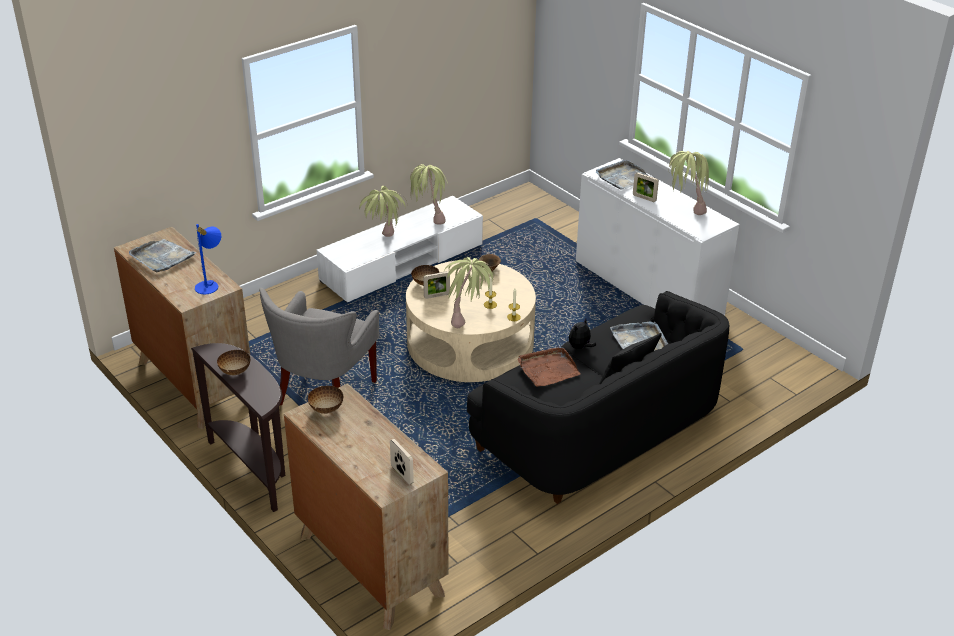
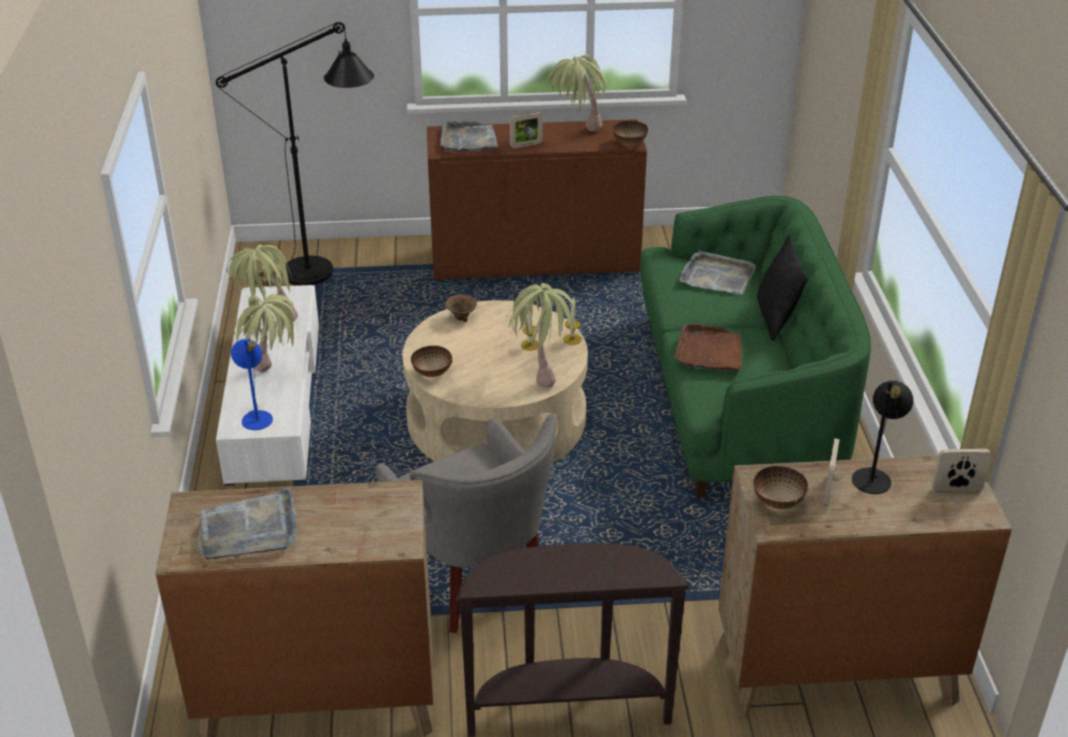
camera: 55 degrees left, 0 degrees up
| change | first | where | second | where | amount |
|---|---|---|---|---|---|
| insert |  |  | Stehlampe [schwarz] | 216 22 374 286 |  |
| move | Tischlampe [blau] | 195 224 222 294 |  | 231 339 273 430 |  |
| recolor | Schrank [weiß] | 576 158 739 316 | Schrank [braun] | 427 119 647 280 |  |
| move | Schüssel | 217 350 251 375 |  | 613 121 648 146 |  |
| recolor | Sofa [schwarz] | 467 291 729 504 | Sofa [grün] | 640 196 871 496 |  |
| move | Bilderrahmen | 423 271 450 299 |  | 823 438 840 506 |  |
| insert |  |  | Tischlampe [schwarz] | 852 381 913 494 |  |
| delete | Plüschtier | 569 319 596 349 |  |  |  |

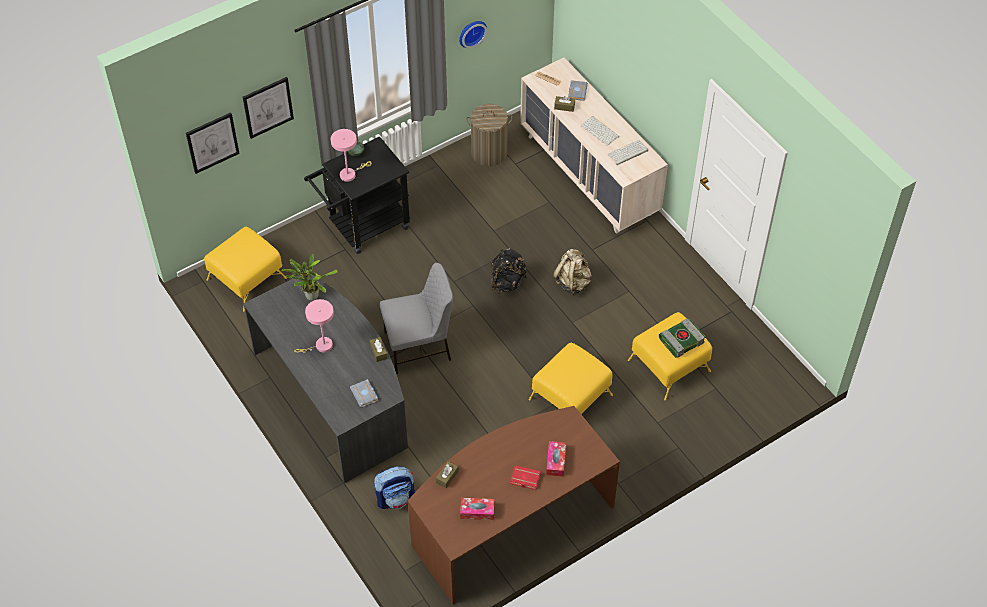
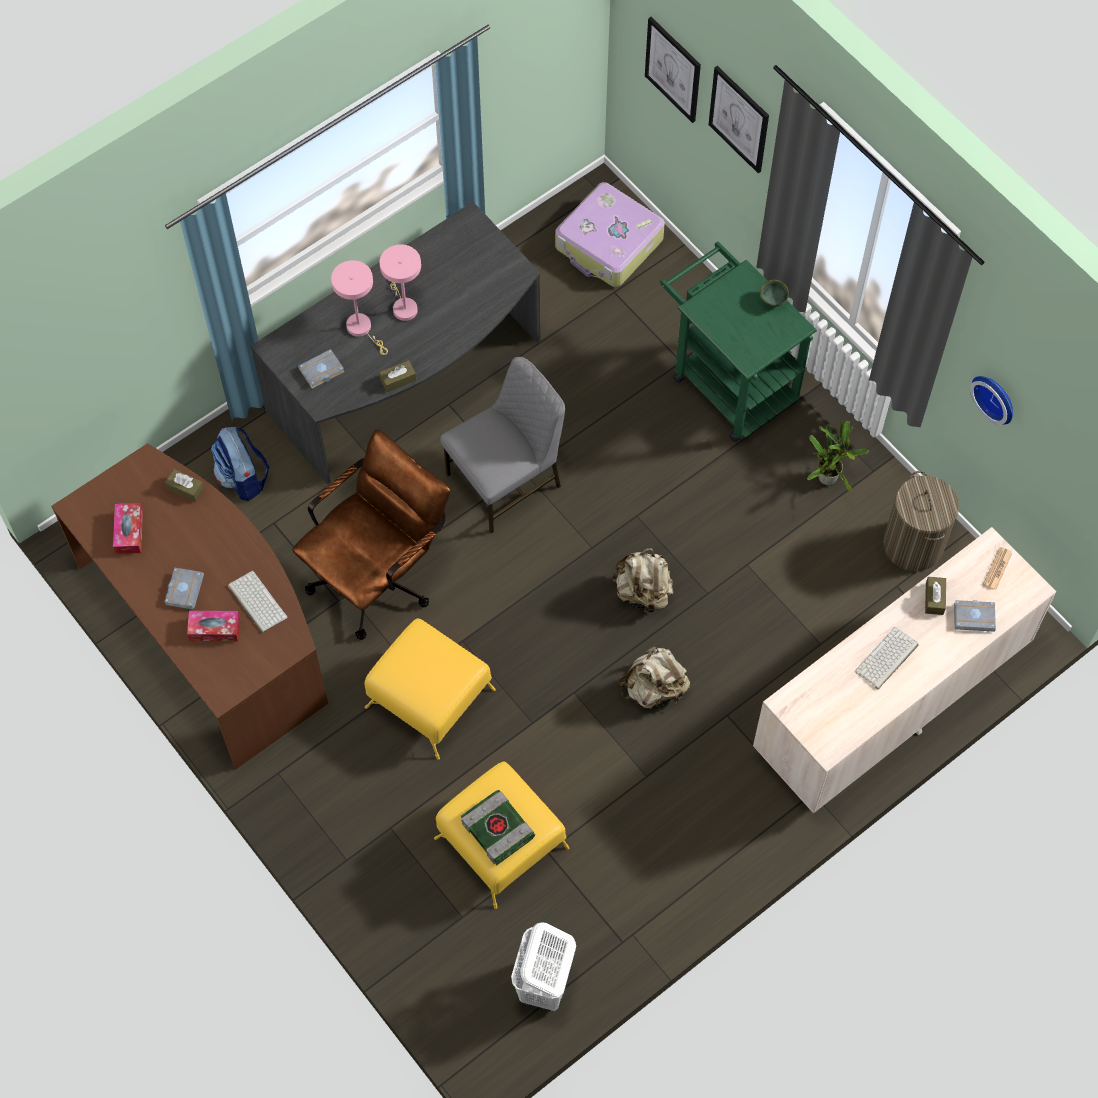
camera: 85 degrees right, 10 degrees up
| change | first | where | second | where | amount |
|---|---|---|---|---|---|
| recolor | Buch [rot] | 510 465 541 490 | Buch [grau] | 165 568 204 610 |  |
| move | Tastatur | 607 140 648 165 |  | 228 571 287 633 |  |
| insert |  |  | Bürostuhl [braun] | 292 429 450 640 |  |
| move | Tischlampe [rosa] | 331 129 372 182 |  | 331 260 388 355 |  |
| rotate | Stuhl [grau] | 380 263 453 374 |  | 440 357 565 533 | 105 degrees counterclockwise |
| insert |  |  | Wäschekorb [weiß] | 511 922 576 1011 |  |
| replace | Polsterhocker [gelb] | 204 226 287 311 | Koffer | 555 182 665 287 |  |
| recolor | Rucksack [schwarz] | 492 249 526 294 | Rucksack [beige] | 612 548 673 612 |  |
| recolor | Rollwagen [schwarz] | 304 136 410 254 | Rollwagen [grün] | 660 242 817 442 |  |
| move | Topfpflanze | 281 254 338 301 |  | 807 420 869 491 |  |

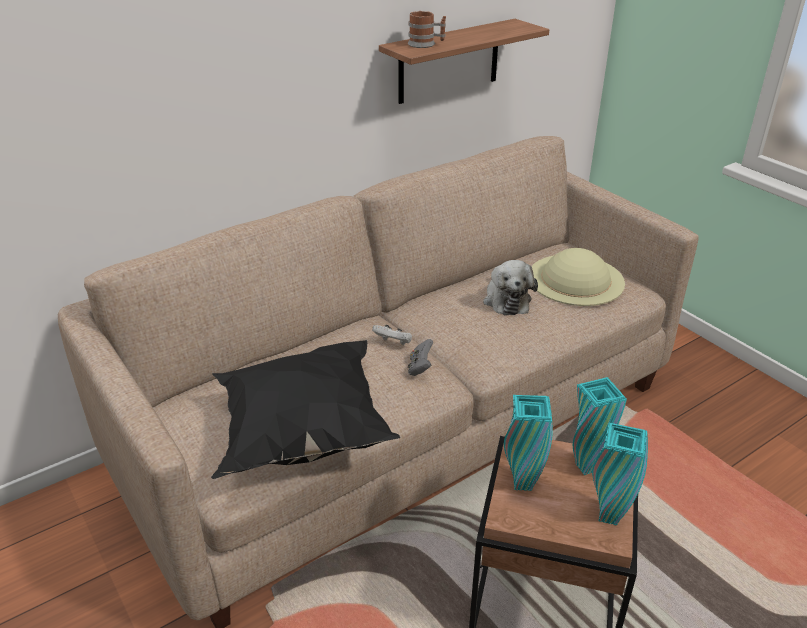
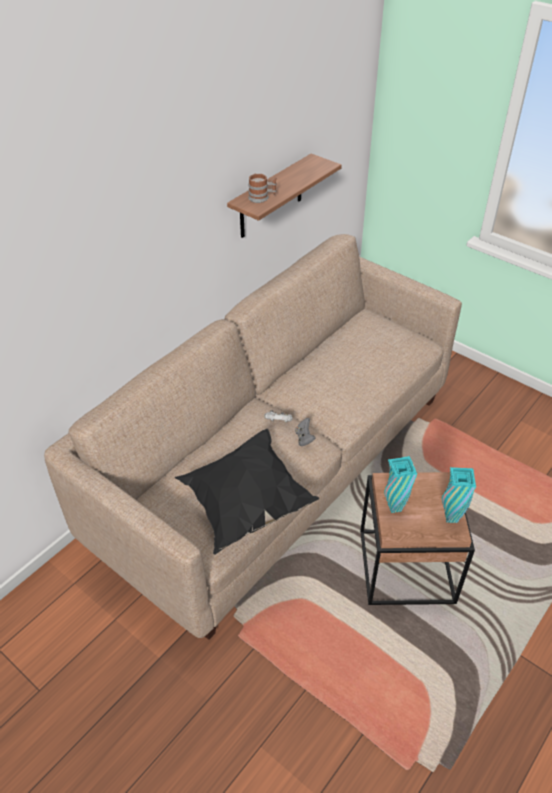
camera: 15 degrees left, 10 degrees up
| change | first | where | second | where | amount |
|---|---|---|---|---|---|
| delete | Plüschtier | 483 260 538 316 |  |  |  |
| delete | Hut [beige] | 531 248 625 306 |  |  |  |
| delete | Vase [türkis] | 573 377 627 475 |  |  |  |

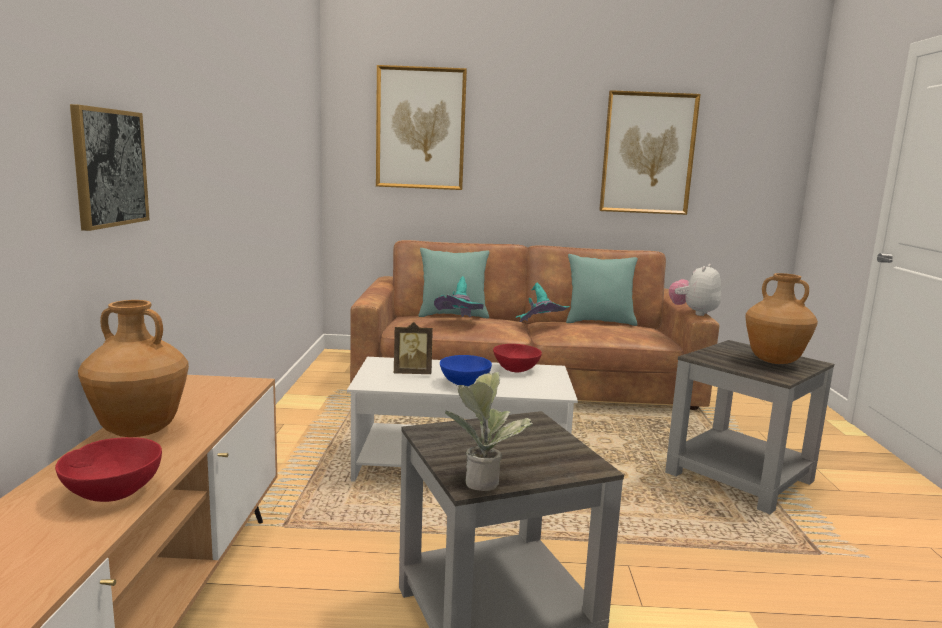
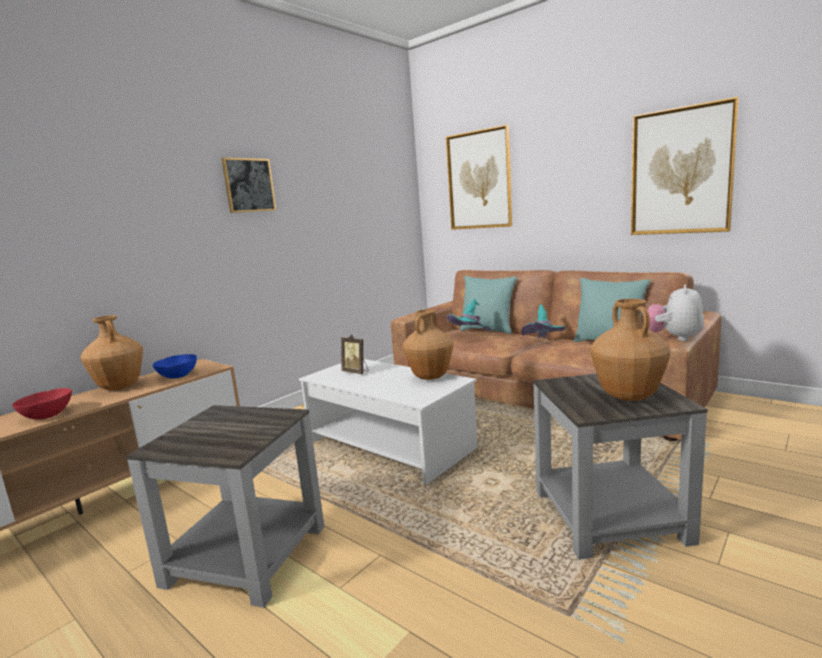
camera: 40 degrees right, 0 degrees up
| change | first | where | second | where | amount |
|---|---|---|---|---|---|
| move | Schüssel [blau] | 440 355 492 386 |  | 153 354 197 379 |  |
| move | Bild | 70 104 150 231 |  | 222 158 276 213 |  |
| replace | Schüssel [rot] | 493 344 542 372 | Vase [braun] | 403 309 454 380 |  |
| rotate | Plüschtier | 669 264 721 316 |  | 648 285 704 341 | 45 degrees counterclockwise |
| delete | Topfpflanze | 445 372 533 491 |  |  |  |

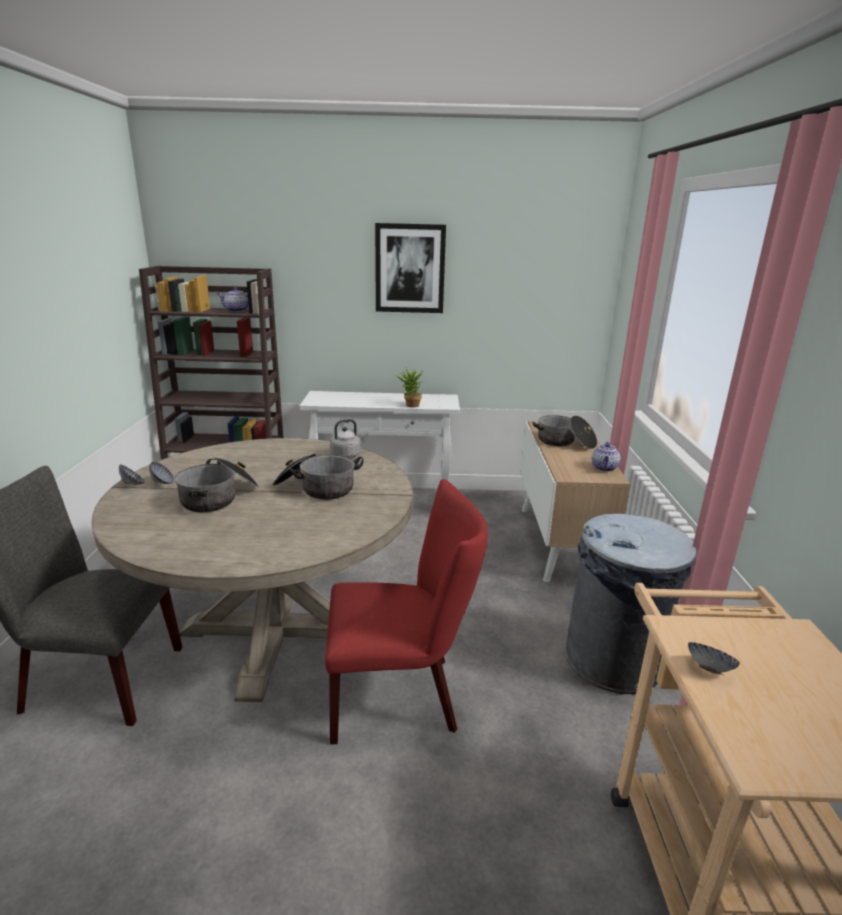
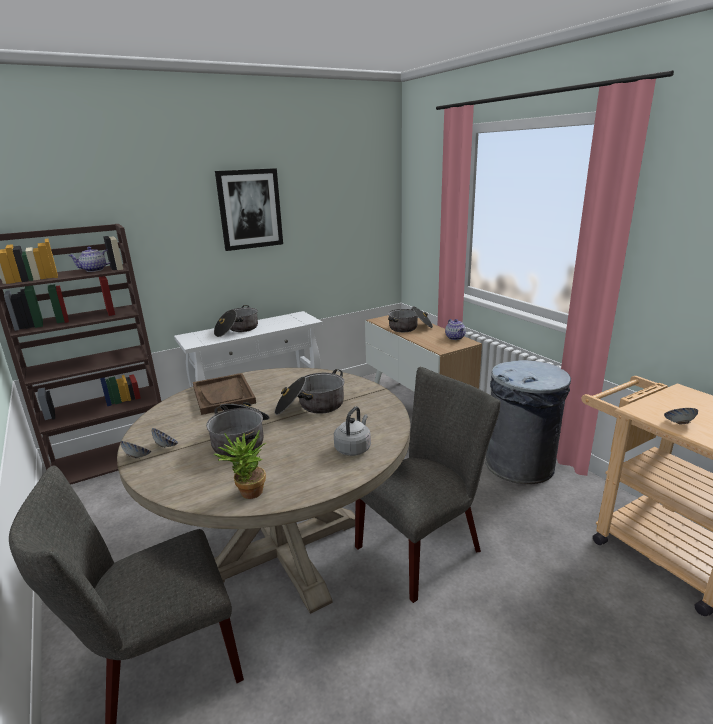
camera: 30 degrees left, 0 degrees up
| change | first | where | second | where | amount |
|---|---|---|---|---|---|
| insert |  |  | Tablett [braun] | 193 373 256 415 |  |
| insert |  |  | Kochtopf | 214 305 258 337 |  |
| move | Topfpflanze | 396 367 423 408 |  | 214 430 266 499 |  |
| move | Wasserkessel [grau] | 330 419 368 458 |  | 334 406 371 456 |  |
| recolor | Stuhl [rot] | 325 479 488 745 | Stuhl [grau] | 355 367 501 603 |  |

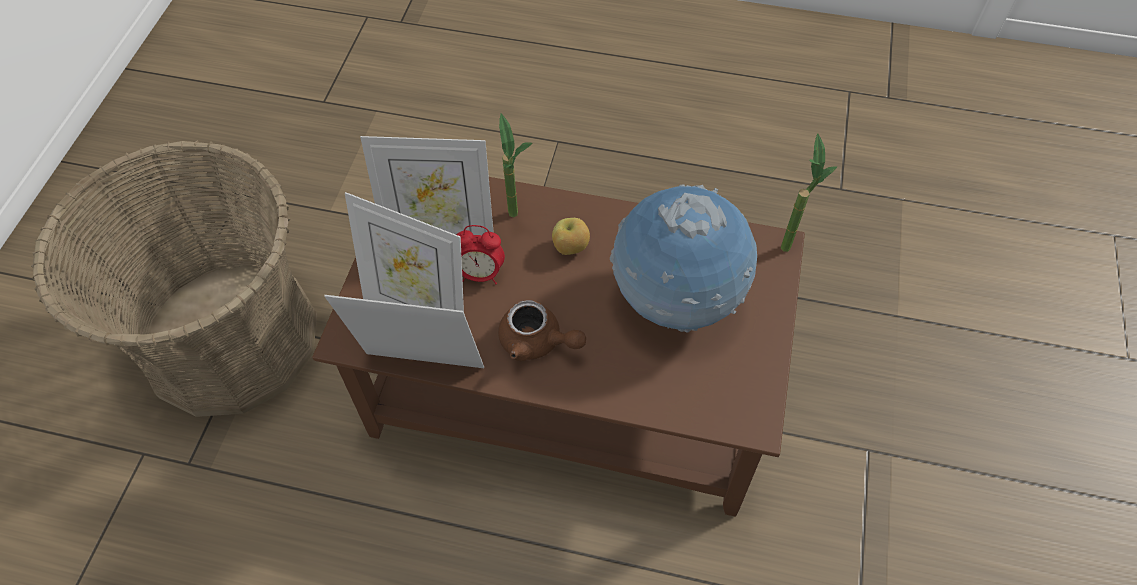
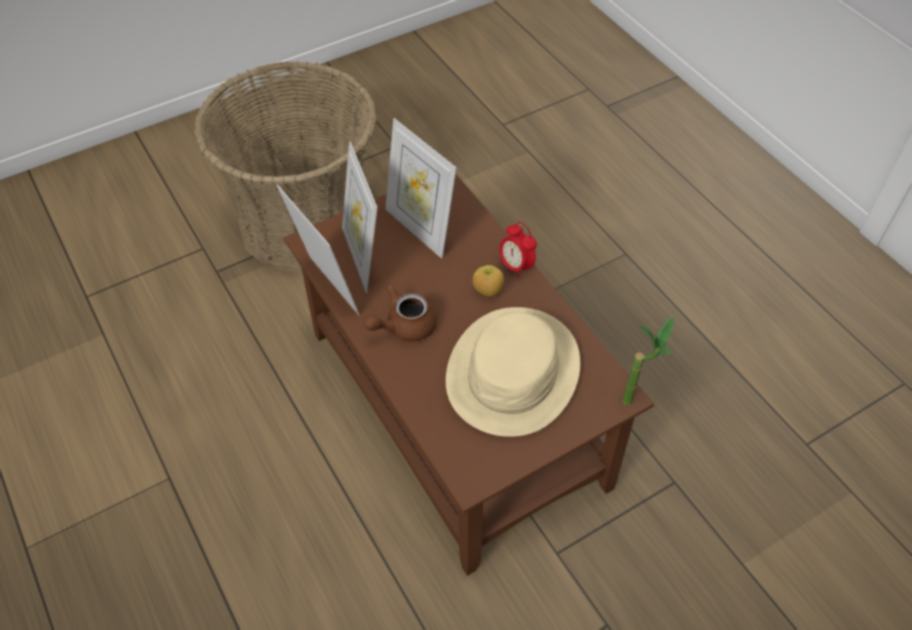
camera: 45 degrees right, 5 degrees down
| change | first | where | second | where | amount |
|---|---|---|---|---|---|
| rotate | Teekanne [braun] | 498 300 586 361 |  | 364 285 437 342 | 75 degrees clockwise |
| replace | Globus | 610 184 757 333 | Hut [beige] | 446 307 580 437 |  |
| move | Wecker | 456 225 505 285 |  | 499 222 537 279 |  |
| delete | Topfpflanze | 499 113 533 217 |  |  |  |

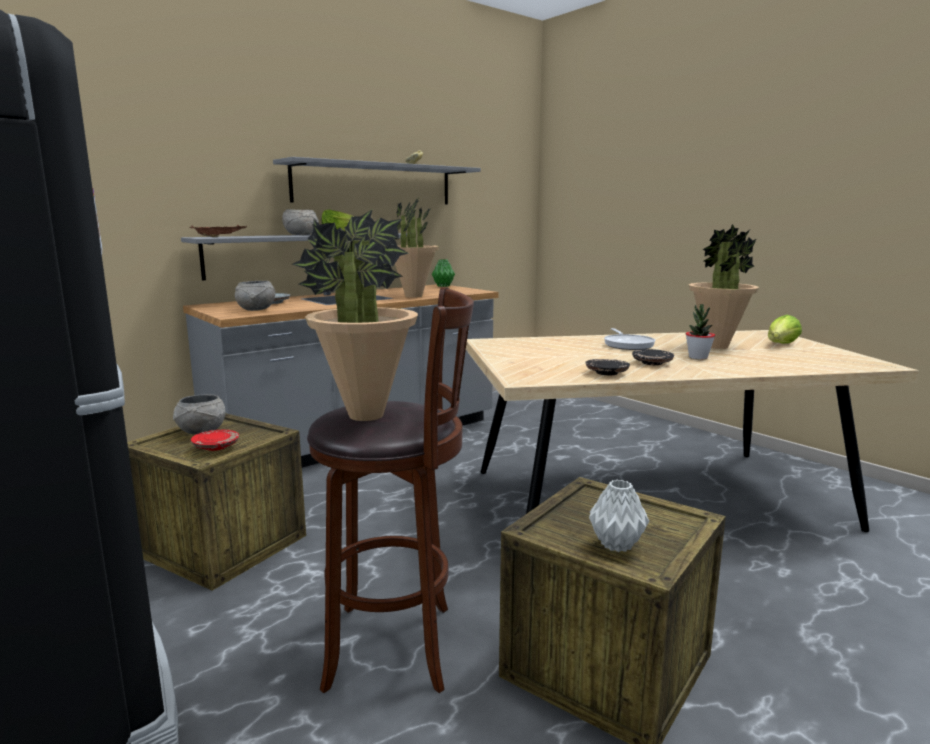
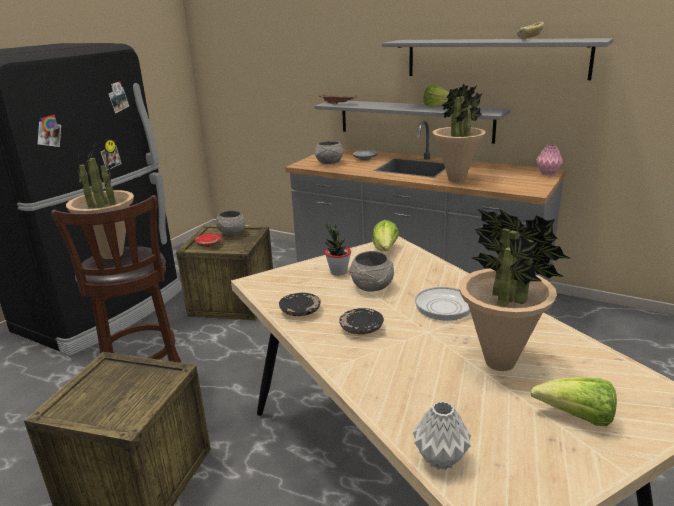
camera: 70 degrees right, 10 degrees up
| change | first | where | second | where | amount |
|---|---|---|---|---|---|
| move | Topfpflanze | 686 304 715 360 |  | 325 223 351 275 |  |
| move | Schüssel [grau] | 282 209 319 235 |  | 349 251 394 292 |  |
| insert |  |  | Salatkopf | 372 220 399 251 |  |
| move | Vase [grau] | 589 480 649 552 |  | 413 401 471 470 |  |
| recolor | Vase [grün] | 432 259 455 287 | Vase [rosa] | 536 144 563 175 |  |

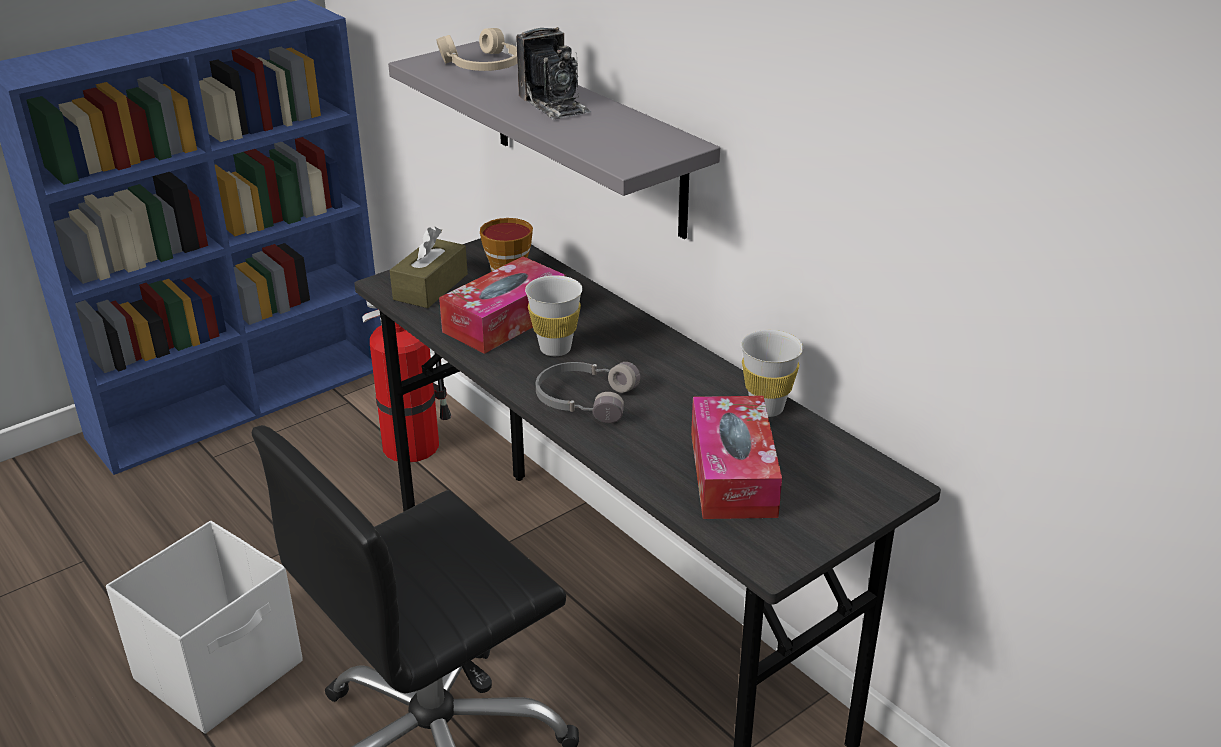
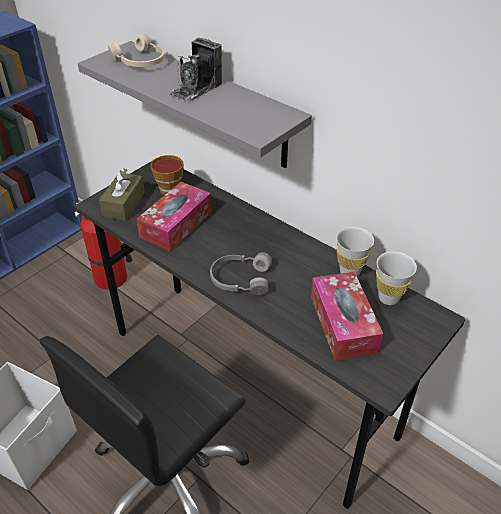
camera: 10 degrees left, 10 degrees up
| change | first | where | second | where | amount |
|---|---|---|---|---|---|
| rotate | Kamera | 516 27 592 120 |  | 168 38 222 102 | 75 degrees clockwise |
| move | Tasse [weiß] | 525 275 583 356 |  | 376 251 417 305 |  |

